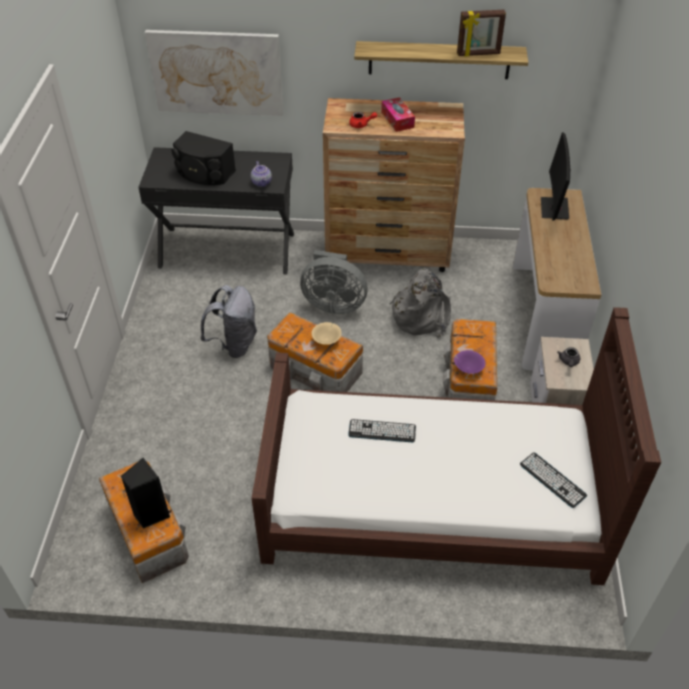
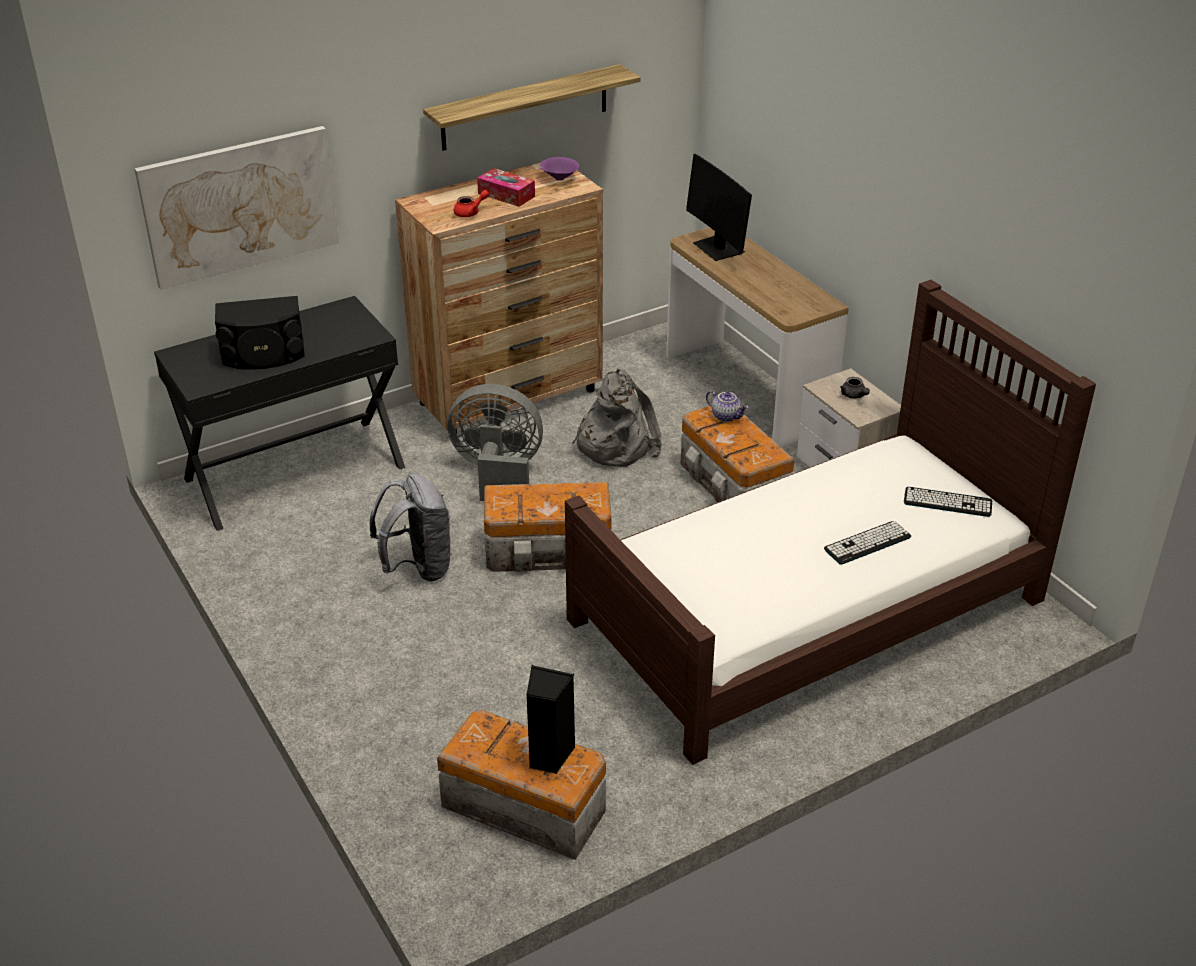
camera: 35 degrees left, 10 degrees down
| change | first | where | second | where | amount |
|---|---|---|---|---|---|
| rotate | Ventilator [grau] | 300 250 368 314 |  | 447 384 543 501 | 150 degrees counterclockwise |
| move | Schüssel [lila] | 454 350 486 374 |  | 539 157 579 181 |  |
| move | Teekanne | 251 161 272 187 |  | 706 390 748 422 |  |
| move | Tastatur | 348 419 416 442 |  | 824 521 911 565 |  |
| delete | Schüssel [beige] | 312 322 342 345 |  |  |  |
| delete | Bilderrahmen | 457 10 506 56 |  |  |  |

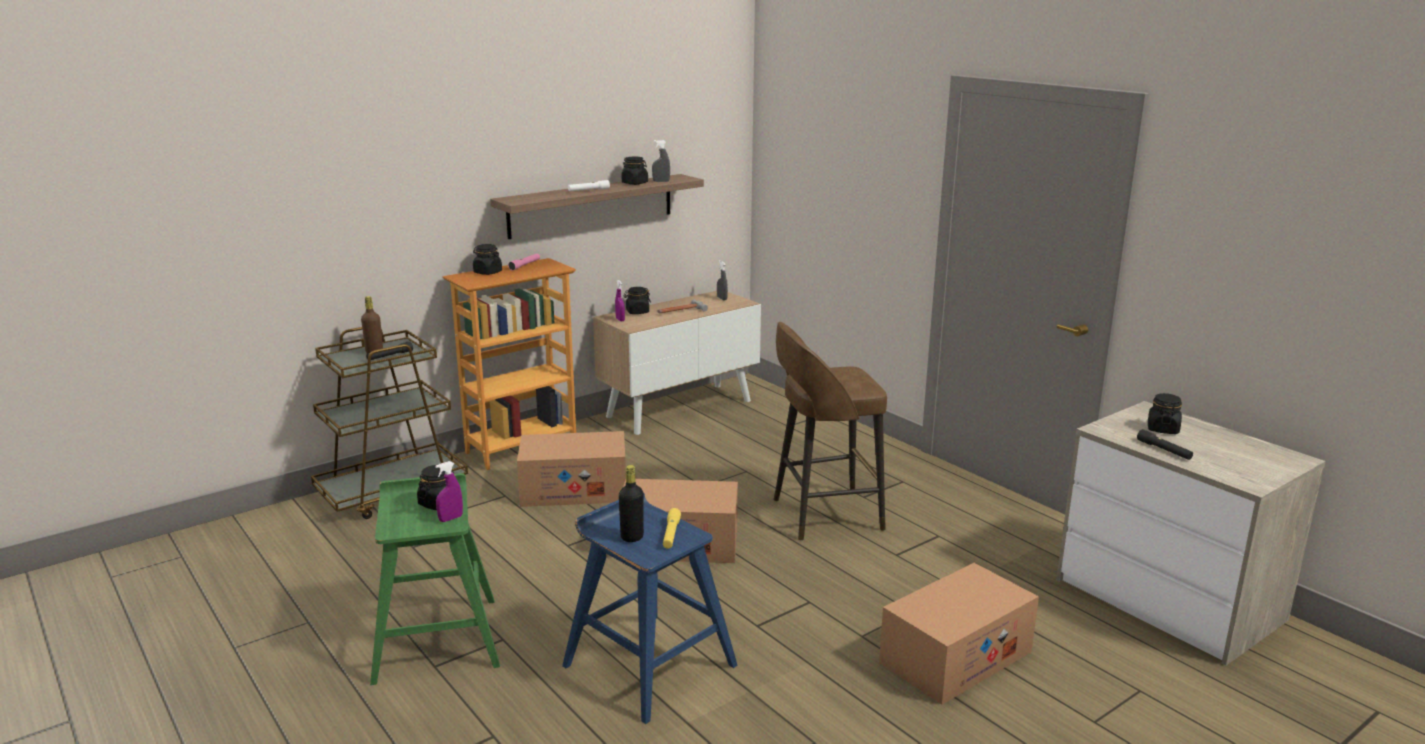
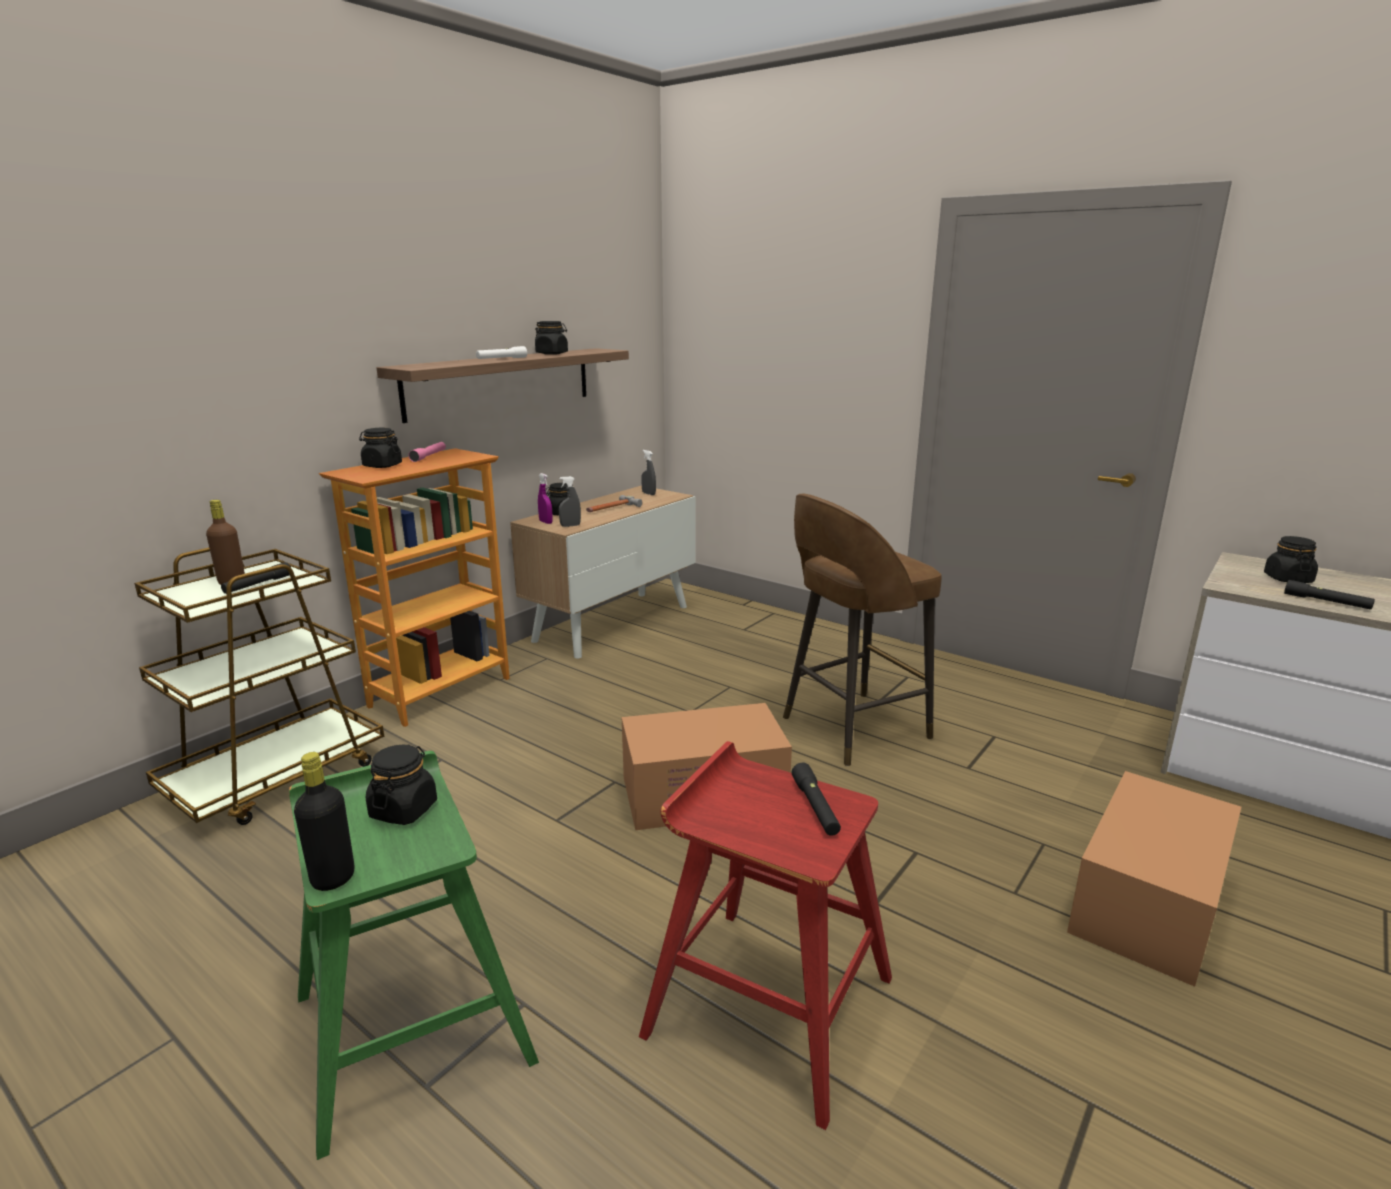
camera: 15 degrees left, 0 degrees up
| change | first | where | second | where | amount |
|---|---|---|---|---|---|
| move | Flasche [schwarz] | 619 465 644 542 |  | 294 752 354 891 |  |
| move | Sprühflasche [grau] | 652 140 670 182 |  | 559 476 581 527 |  |
| recolor | Hocker [blau] | 562 492 738 724 | Hocker [rot] | 639 741 892 1130 |  |
| recolor | Taschenlampe [gelb] | 663 508 681 549 | Taschenlampe [schwarz] | 792 763 841 836 |  |
| delete | Sprühflasche [lila] | 435 461 463 522 |  |  |  |
| delete | Karton | 517 431 626 507 |  |  |  |

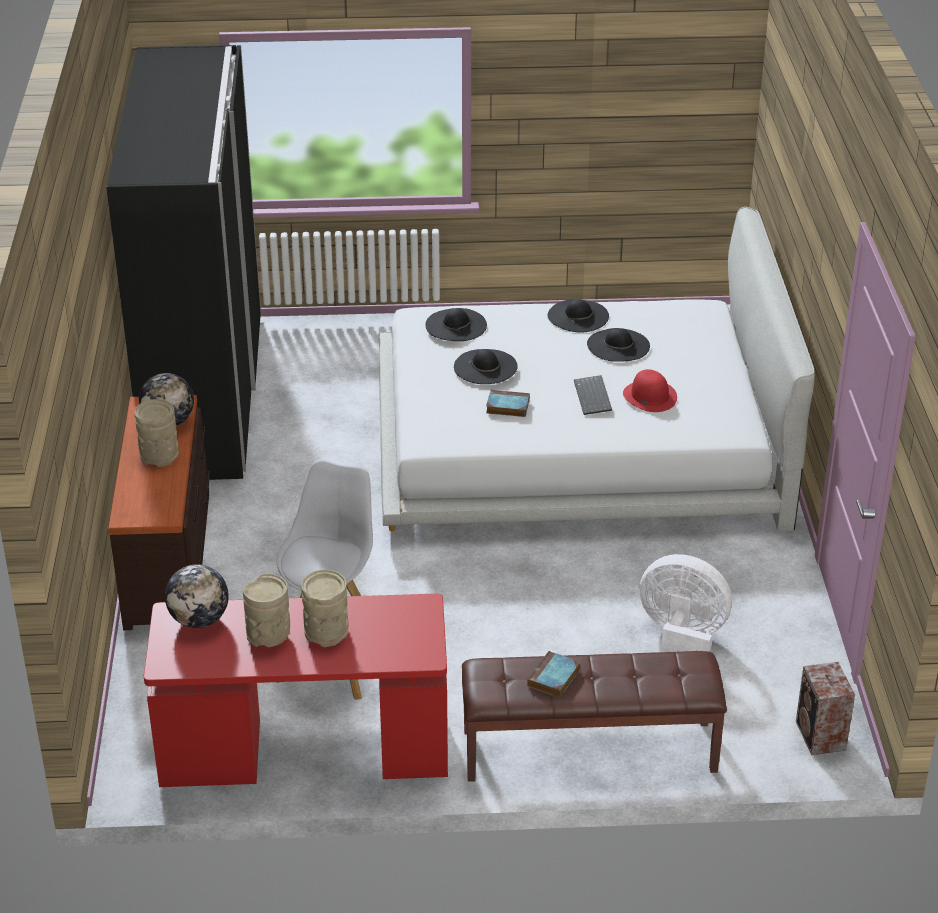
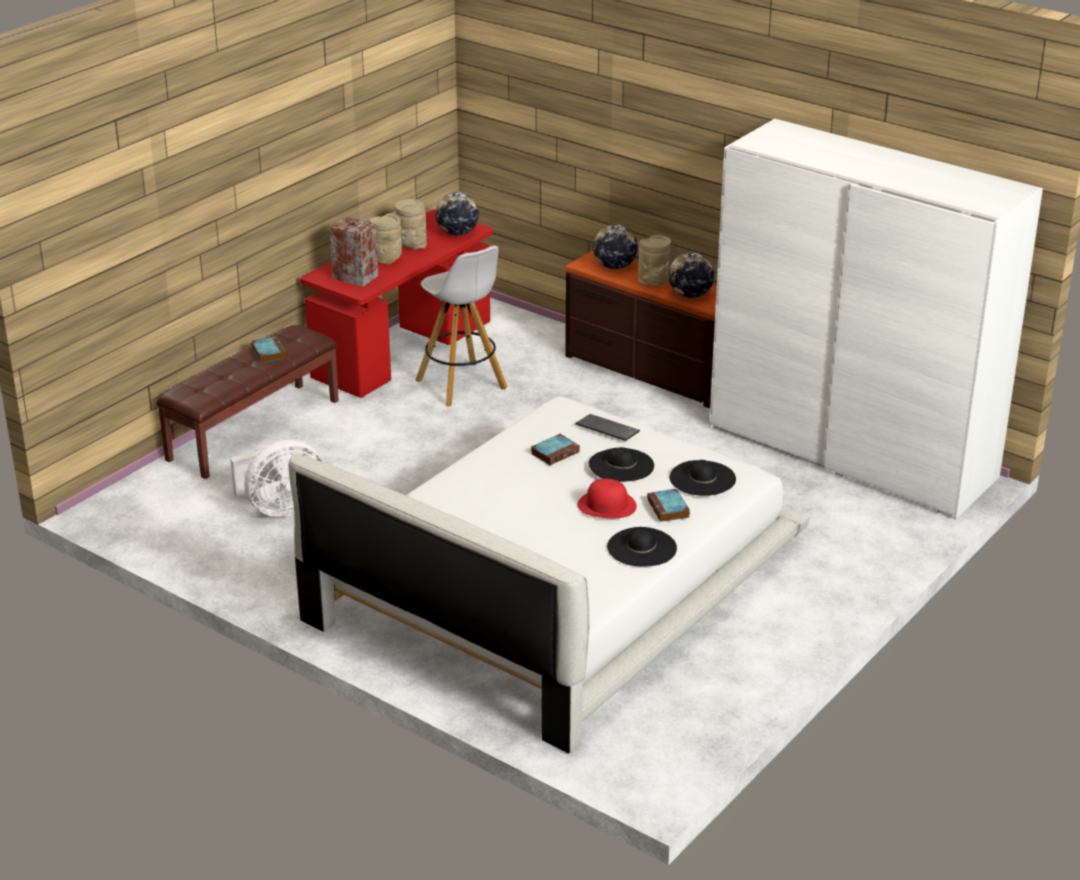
camera: 130 degrees right, 5 degrees down
| change | first | where | second | where | amount |
|---|---|---|---|---|---|
| move | Lautsprecher | 796 662 855 755 |  | 329 217 378 287 |  |
| move | Tastatur | 574 375 612 415 |  | 575 414 640 441 |  |
| move | Hut [rot] | 623 369 677 412 |  | 577 479 637 518 |  |
| insert |  |  | Globus | 593 225 637 269 |  |
| insert |  |  | Buch | 647 489 690 522 |  |
| recolor | Kleiderschrank [schwarz] | 106 45 261 480 | Kleiderschrank [weiß] | 709 119 1043 519 |  |
| delete | Hut [schwarz] | 587 328 650 362 |  |  |  |

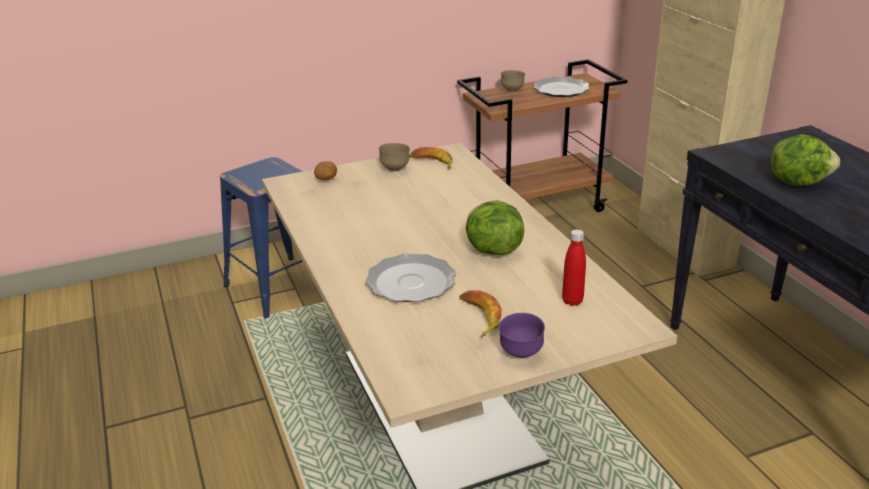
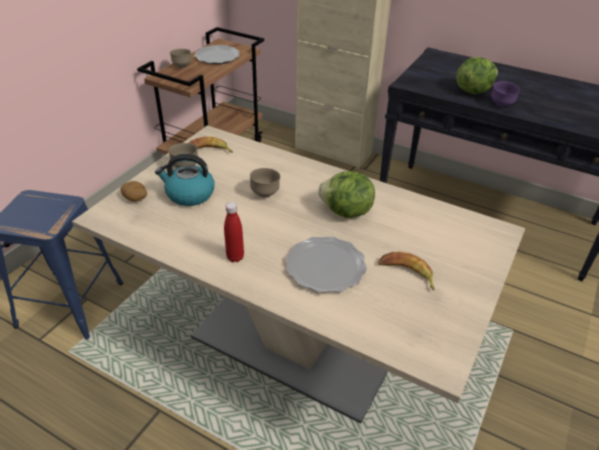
camera: 40 degrees left, 10 degrees up
| change | first | where | second | where | amount |
|---|---|---|---|---|---|
| insert |  |  | Wasserkessel | 155 154 214 206 |  |
| move | Flasche [rot] | 562 229 586 306 |  | 224 202 244 262 |  |
| insert |  |  | Schüssel [braun] | 250 168 280 198 |  |
| move | Schüssel [lila] | 499 313 545 358 |  | 491 81 520 107 |  |

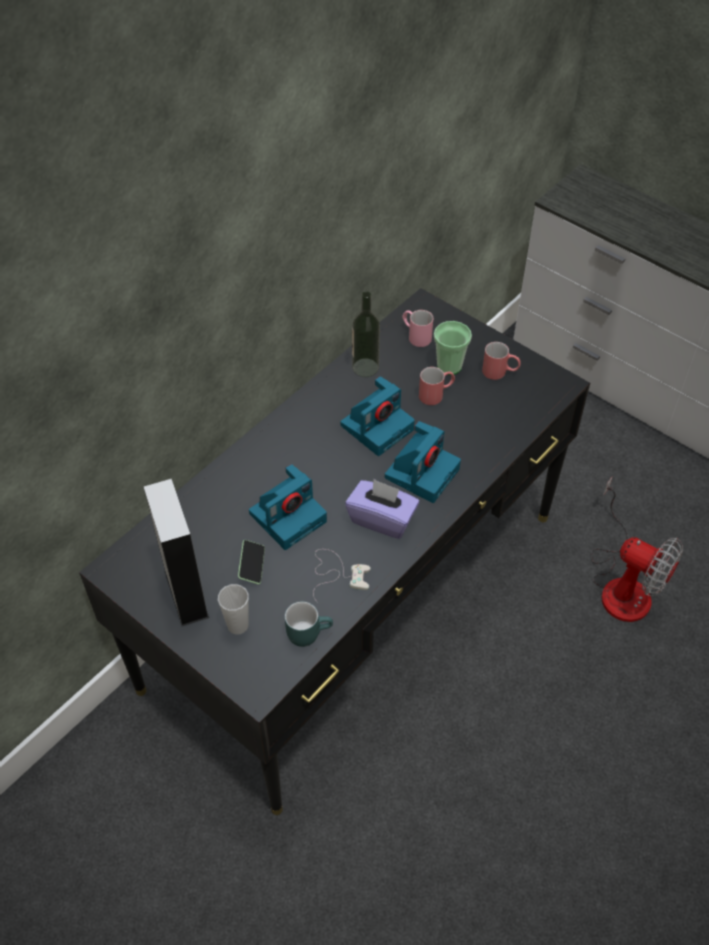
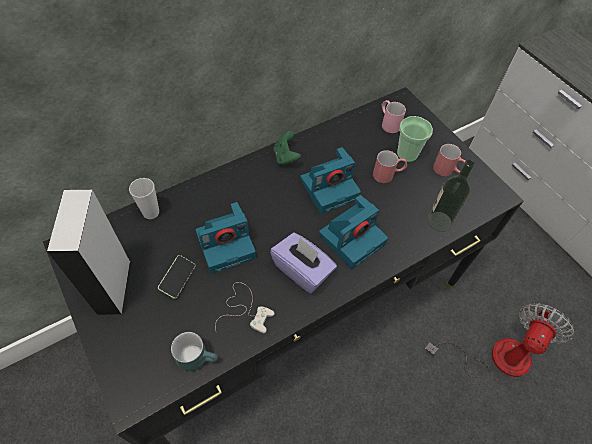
camera: 15 degrees right, 5 degrees up
| change | first | where | second | where | amount |
|---|---|---|---|---|---|
| move | Tasse | 218 584 249 635 |  | 129 178 159 219 |  |
| insert |  |  | Gamepad [grün] | 274 131 301 166 |  |
| rotate | Ventilator | 590 476 683 622 |  | 425 303 574 380 | 105 degrees counterclockwise |
| move | Flasche | 352 291 380 377 |  | 428 160 475 232 |  |

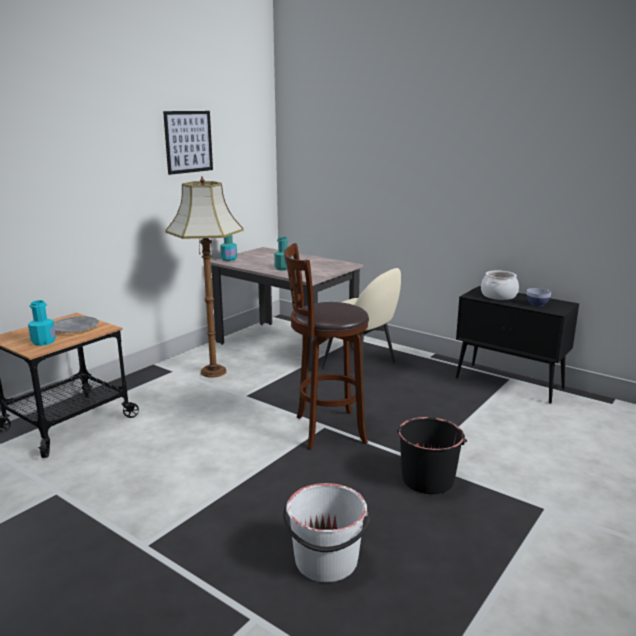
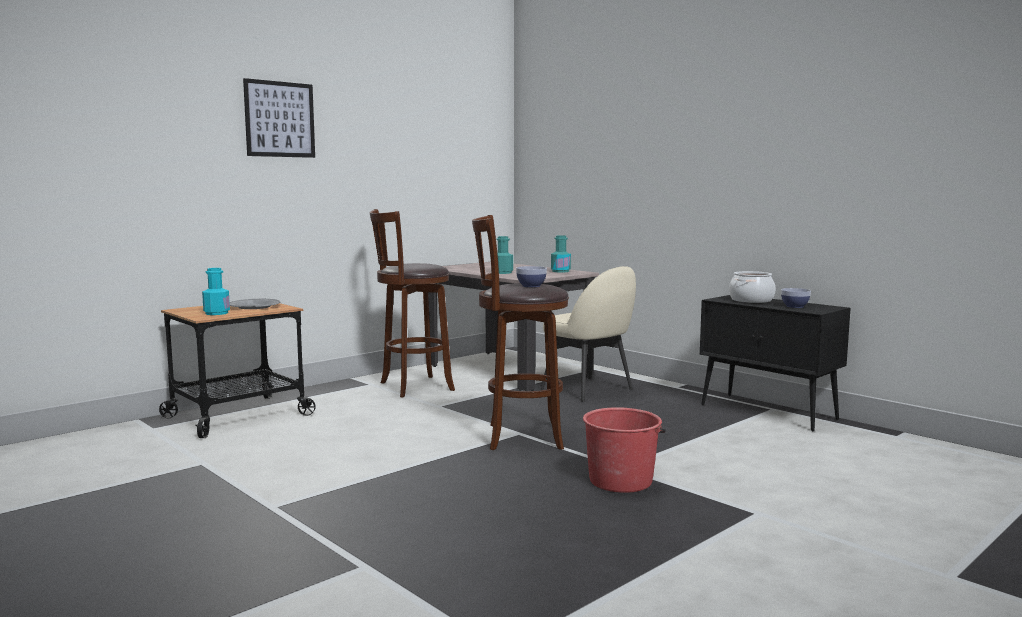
camera: 10 degrees right, 10 degrees down
| change | first | where | second | where | amount |
|---|---|---|---|---|---|
| move | Bild | 163 111 213 175 |  | 243 78 315 158 |  |
| replace | Stehlampe | 165 177 243 378 | Hocker [braun] | 370 209 455 397 |  |
| insert |  |  | Schüssel | 516 266 547 287 |  |
| move | Flasche [türkis] | 220 235 237 261 |  | 551 235 571 273 |  |
| recolor | Eimer [schwarz] | 397 417 467 494 | Eimer [rot] | 583 407 666 493 |  |
| delete | Eimer [weiß] | 283 483 370 582 |  |  |  |

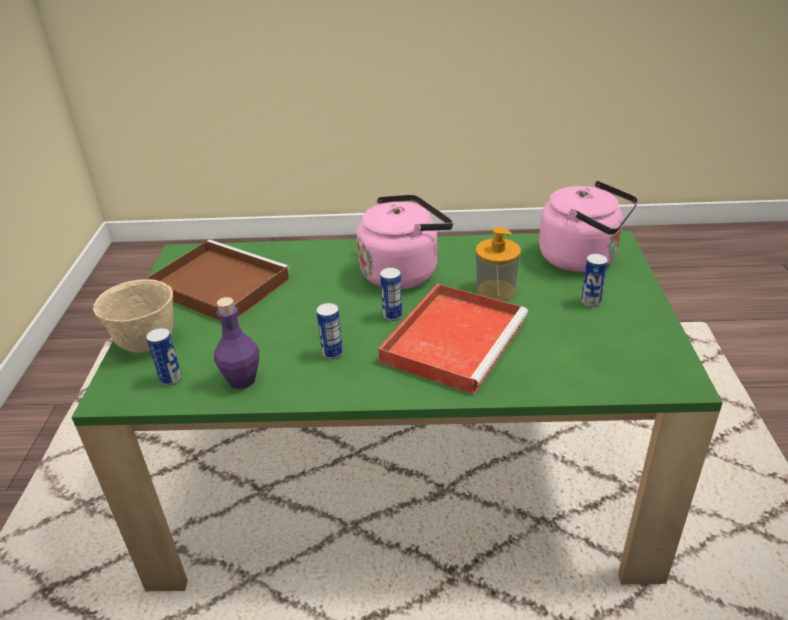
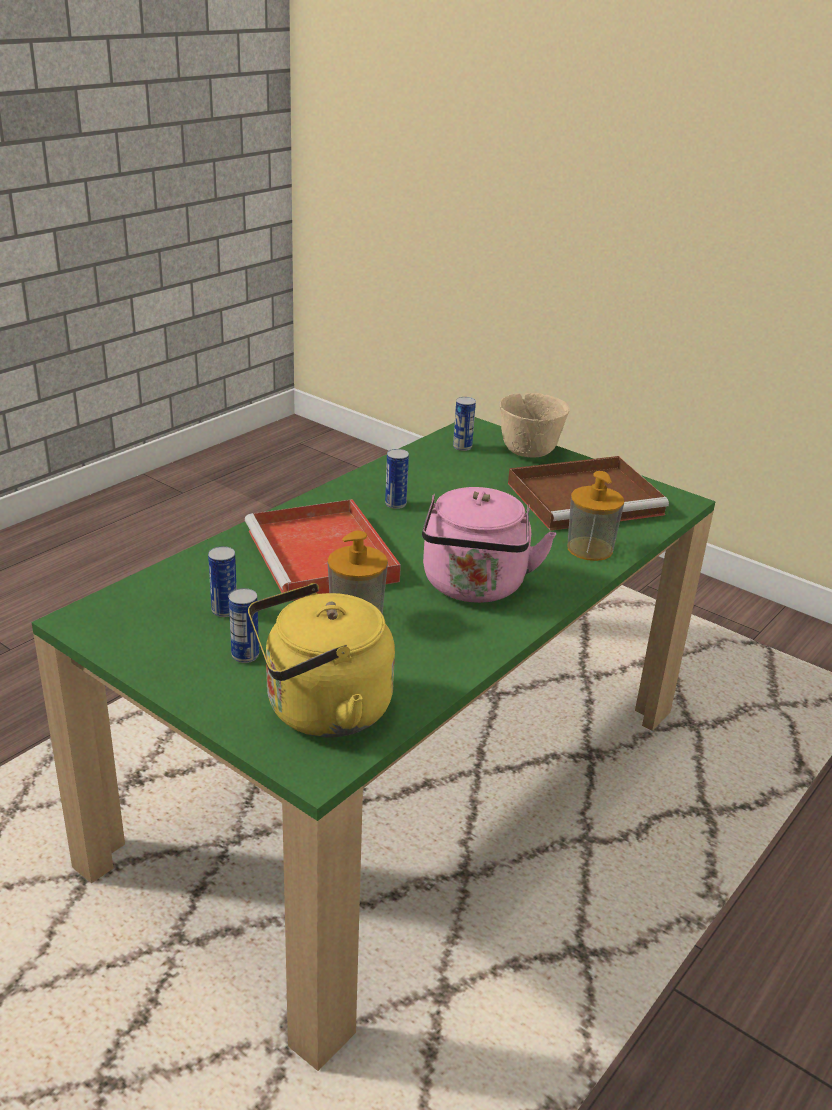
camera: 125 degrees right, 5 degrees down
| change | first | where | second | where | amount |
|---|---|---|---|---|---|
| move | Dose | 380 267 402 321 |  | 208 546 237 617 |  |
| recolor | Wasserkessel [rosa] | 539 181 638 272 | Wasserkessel [gelb] | 248 583 395 737 |  |
| insert |  |  | Seifenspender | 567 471 624 561 |  |
| delete | Flasche [lila] | 214 297 259 389 |  |  |  |

